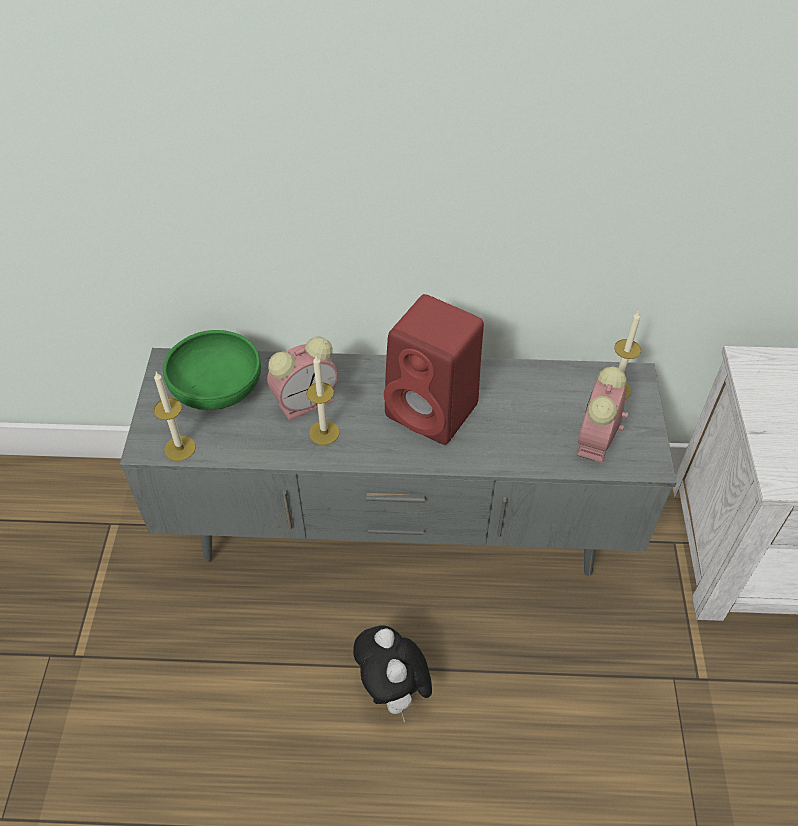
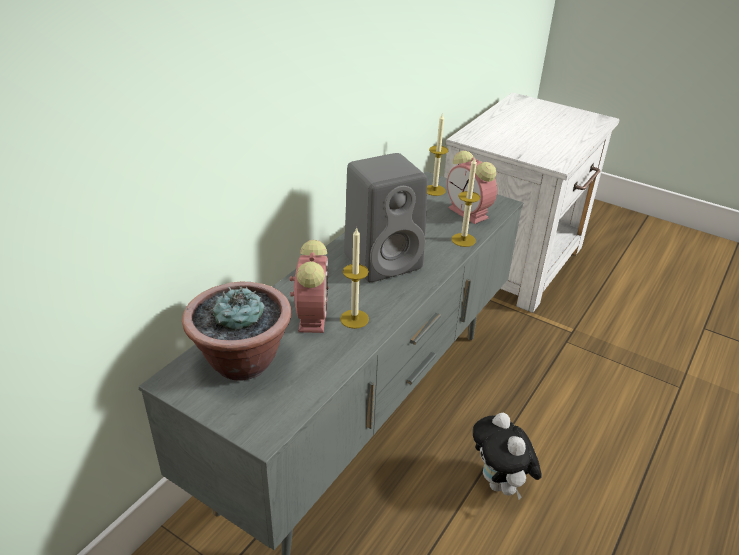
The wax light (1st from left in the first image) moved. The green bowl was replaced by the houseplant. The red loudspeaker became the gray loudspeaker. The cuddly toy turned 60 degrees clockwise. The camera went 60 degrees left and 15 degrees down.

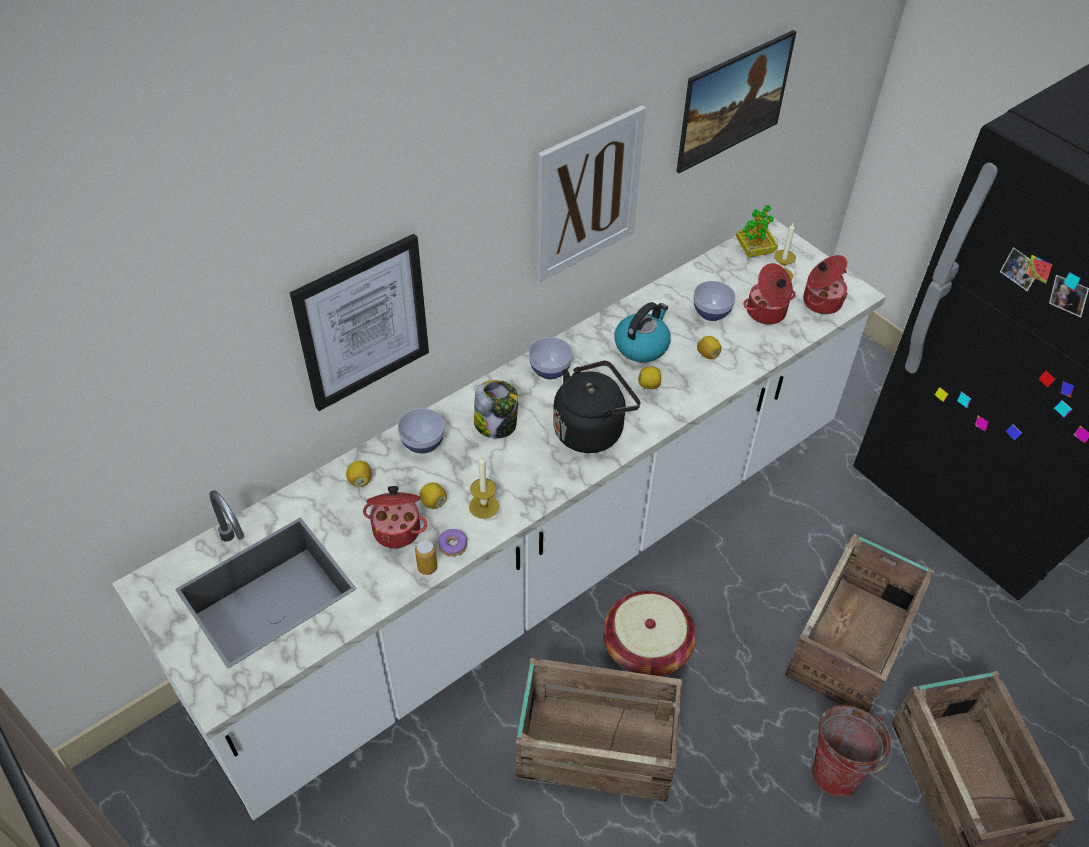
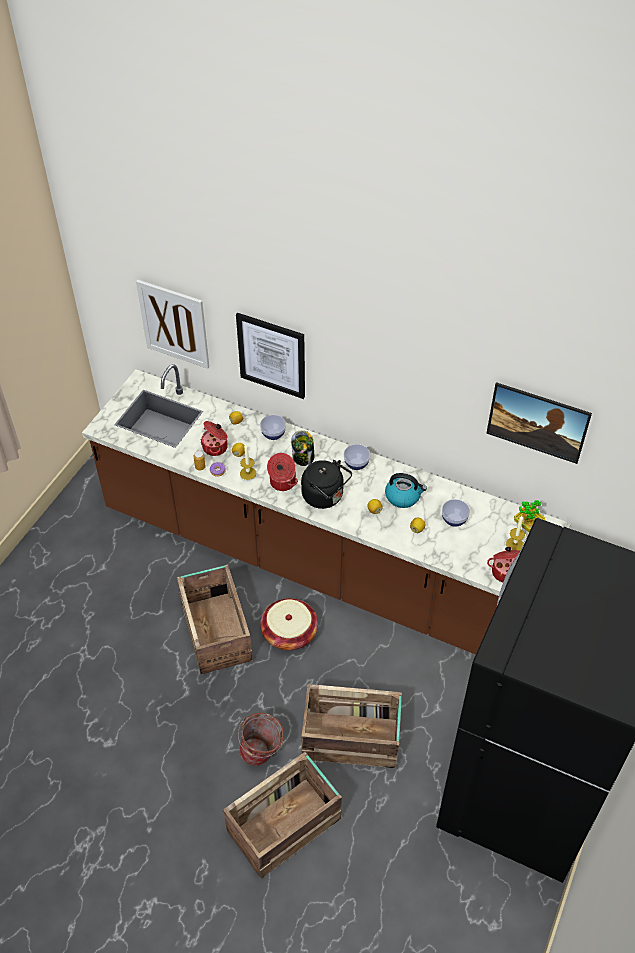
The wall art (2nd from left in the first image) moved. The cooking pot (2nd from left) moved. The white-coloured kitchen base unit became the brown kitchen base unit. The camera went 65 degrees right and 0 degrees up.

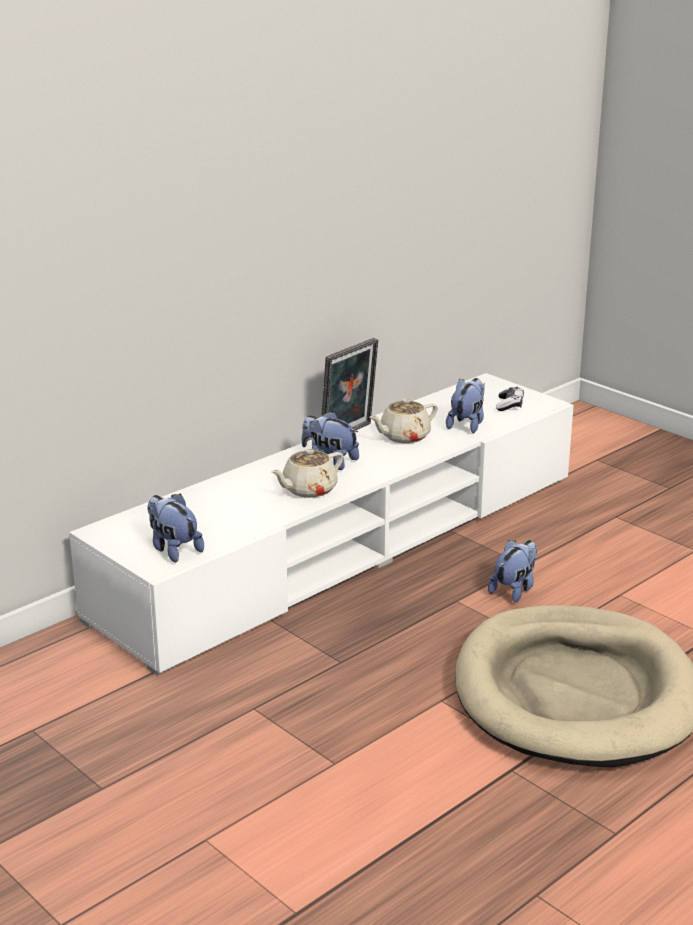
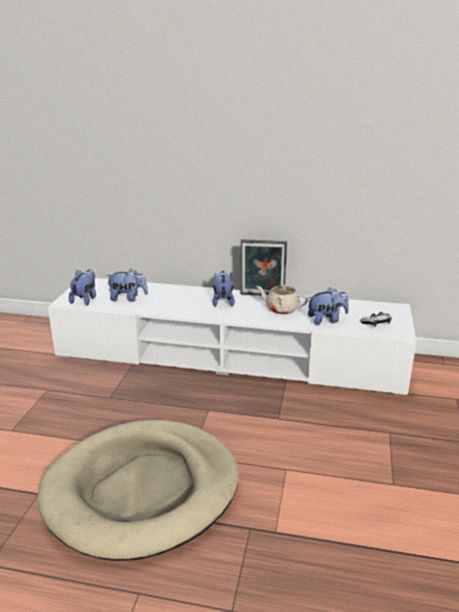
The sand-coloured pot for tea (1st from left) disappeared. The cuddly toy (4th from left in the first image) moved. The camera went 55 degrees right and 0 degrees up.

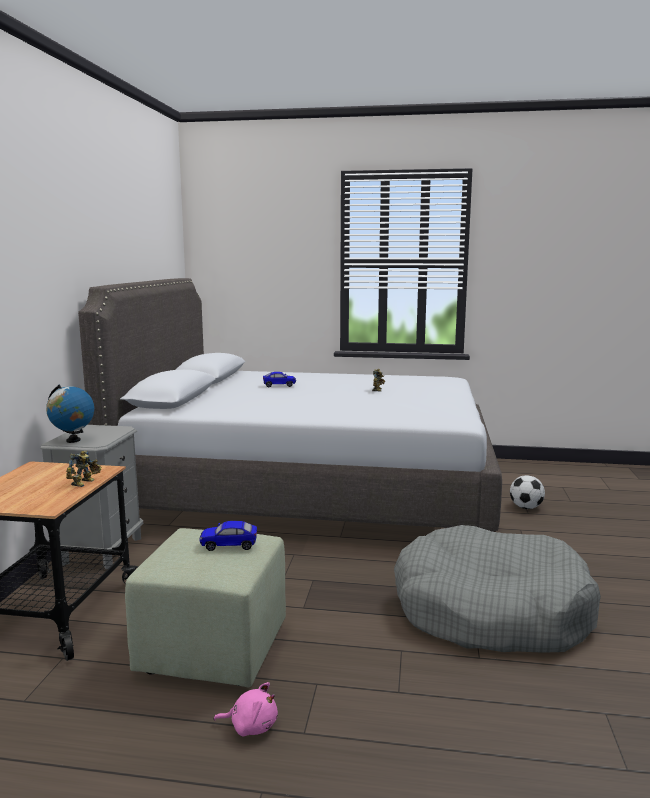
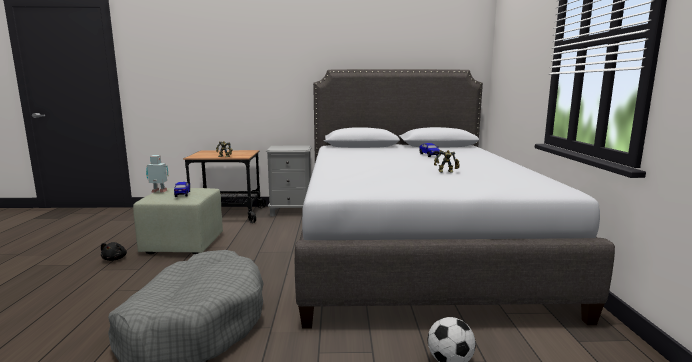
The desk globe disappeared. The model robot (1st from left) appeared. The pinkish cuddly toy became the blackish cuddly toy. The camera went 80 degrees right and 0 degrees up.

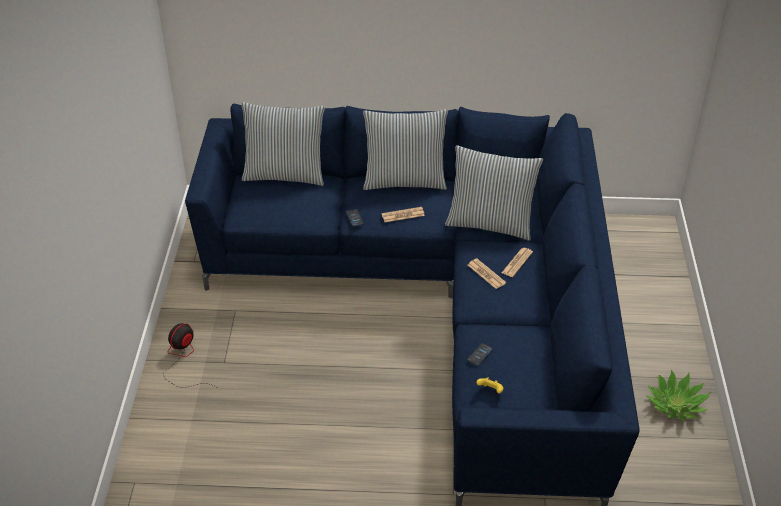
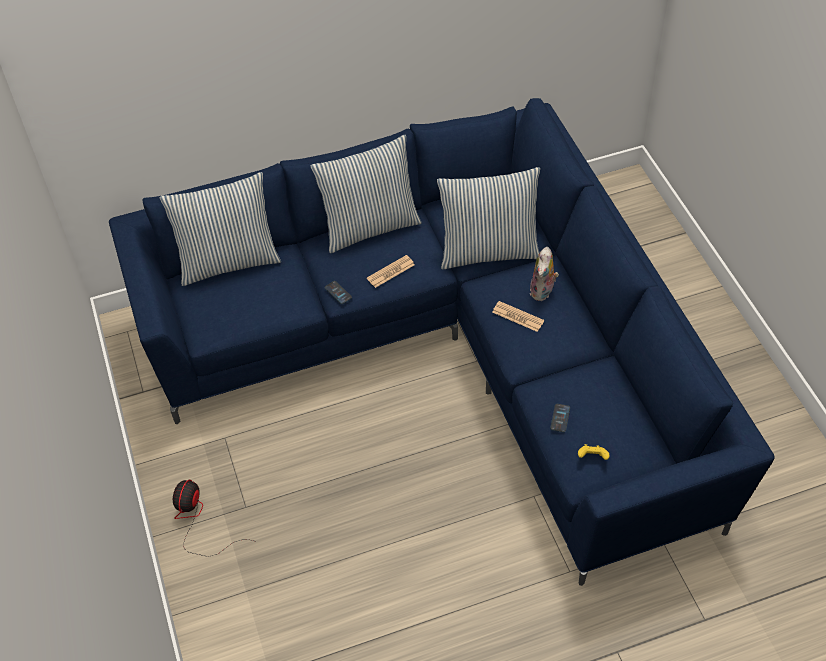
The houseplant disappeared. The daily paper (3rd from left) was replaced by the cuddly toy. The camera went 20 degrees left and 10 degrees up.

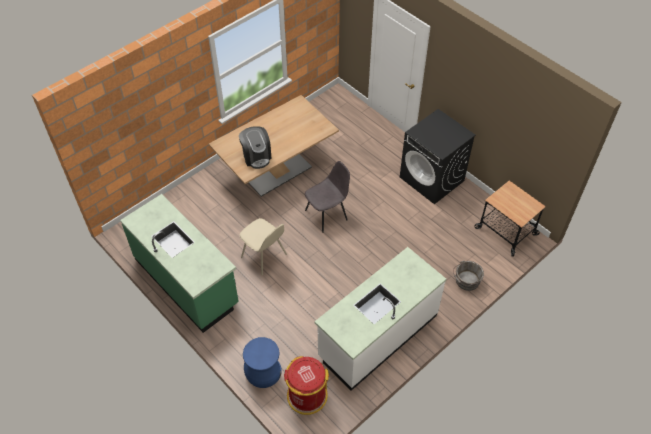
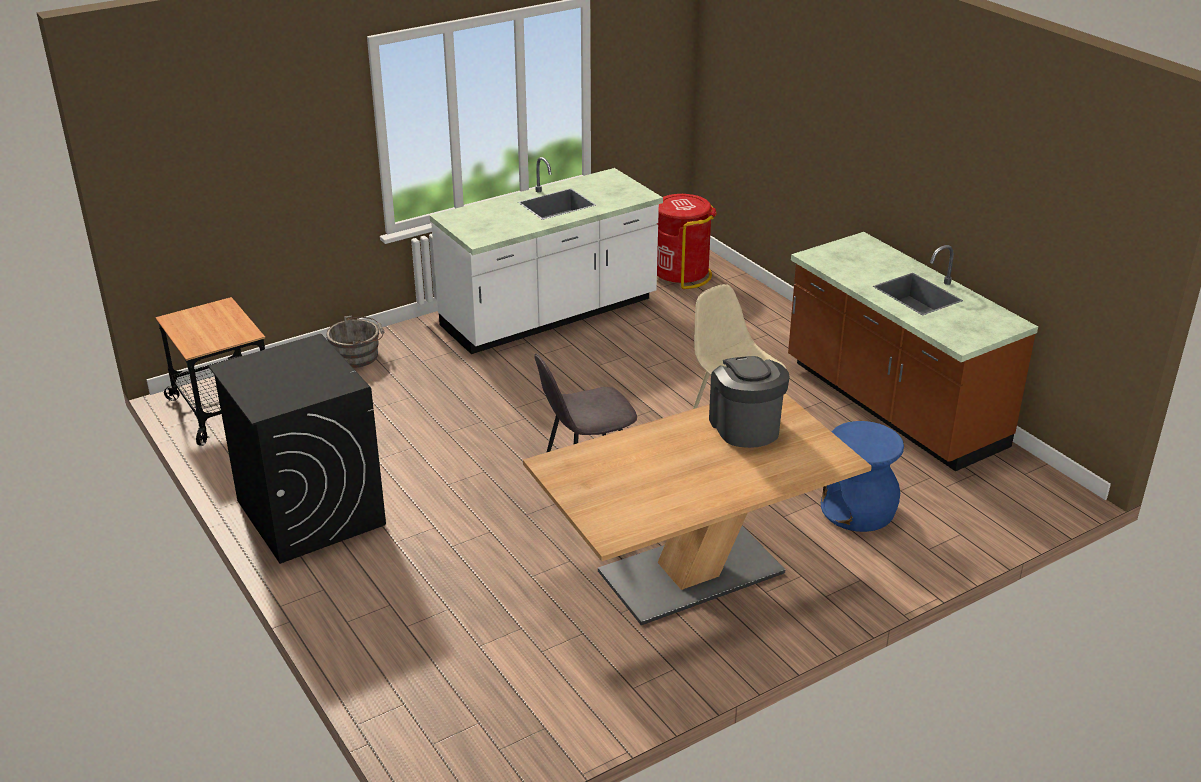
The bluish stool moved. The green kitchen base unit became the brown kitchen base unit. The camera went 170 degrees left and 20 degrees down.

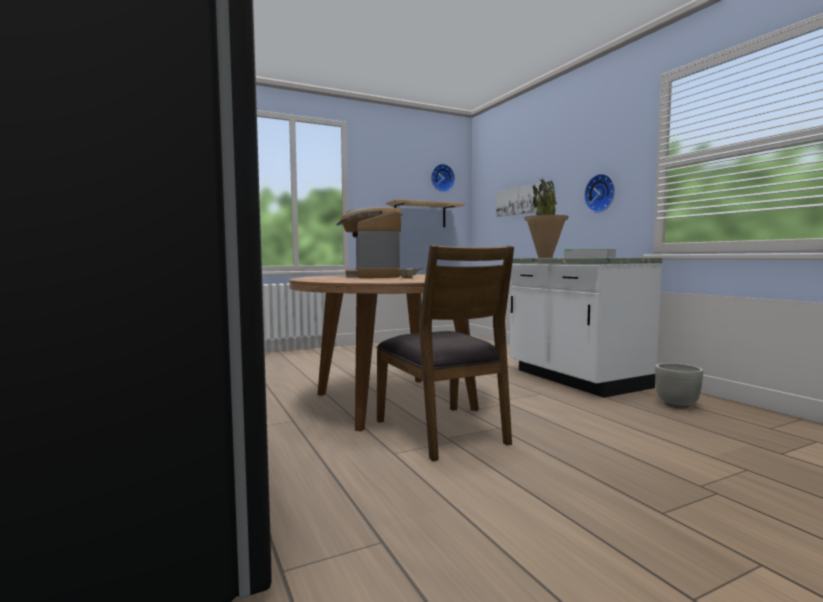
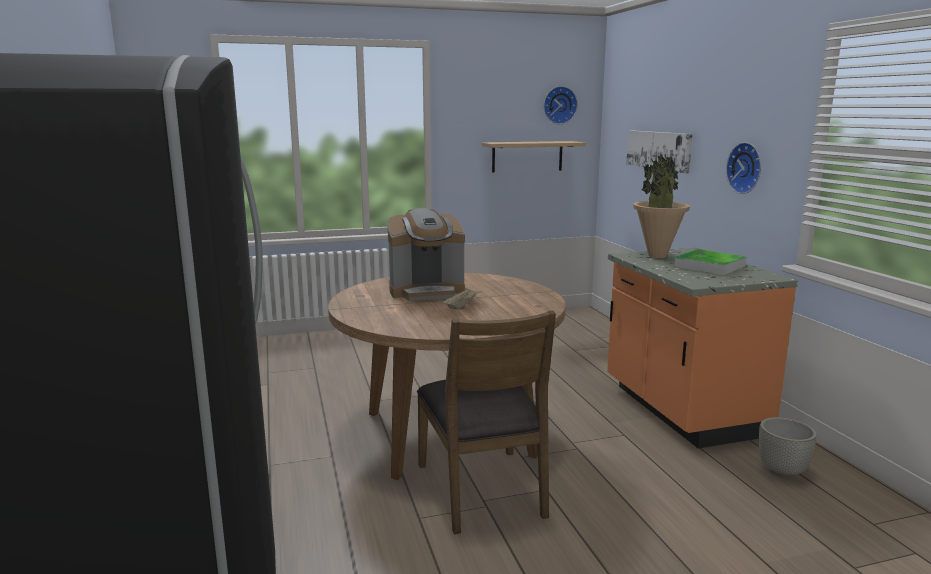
The white-coloured kitchen base unit became the orange-coloured kitchen base unit. The coffee machine turned 105 degrees counterclockwise. The camera went 10 degrees right and 10 degrees up.

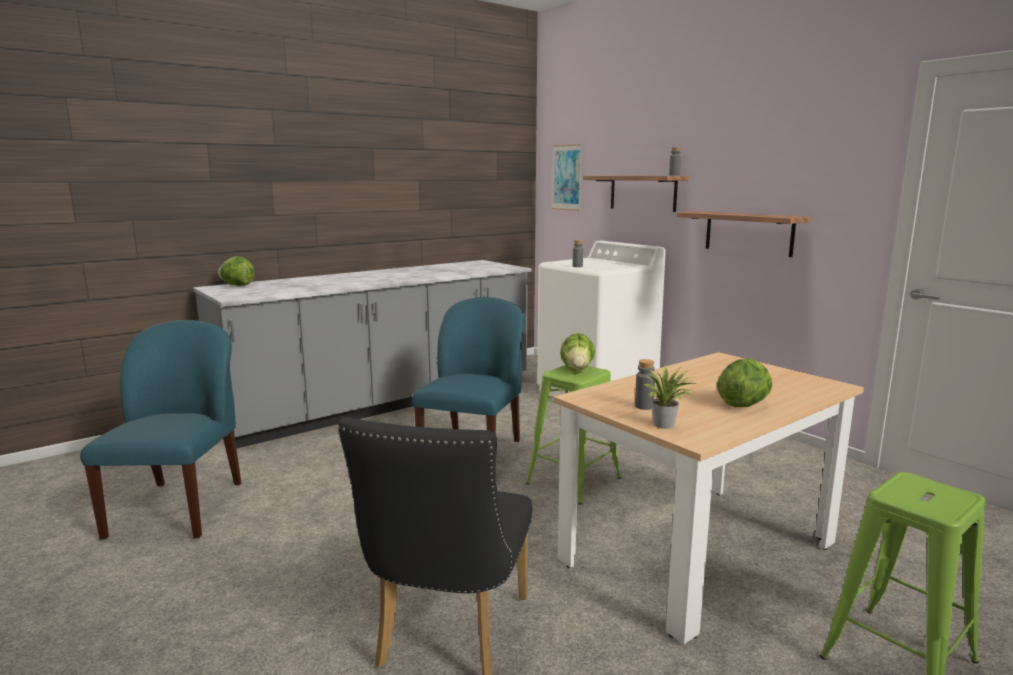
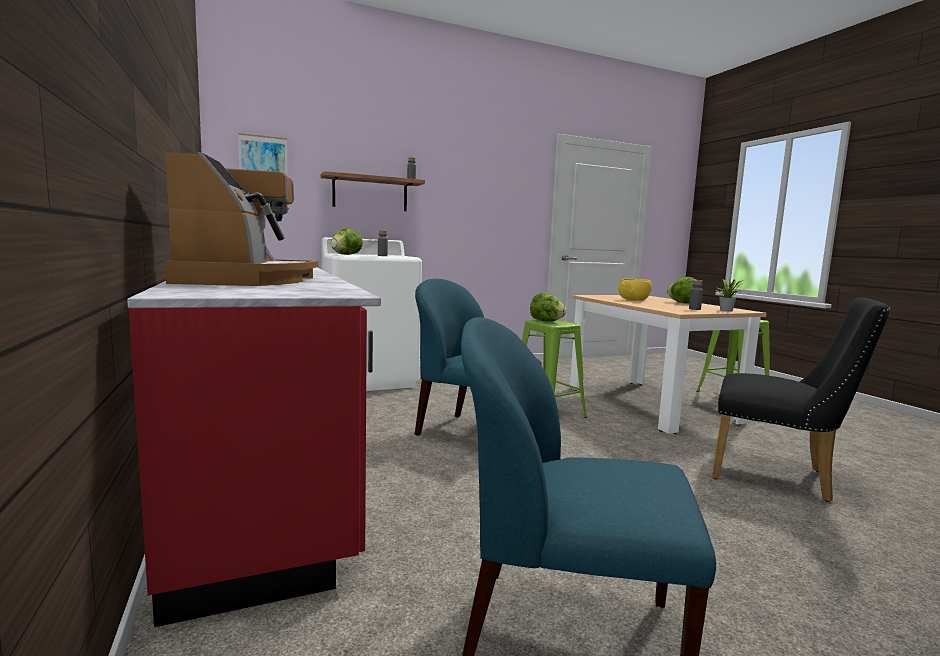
The shelf (2nd from left) disappeared. The coffee machine appeared. The yellowish bowl appeared. The lettuce (1st from left) moved. The gray kitchen base unit became the red kitchen base unit. The camera went 75 degrees left and 5 degrees down.

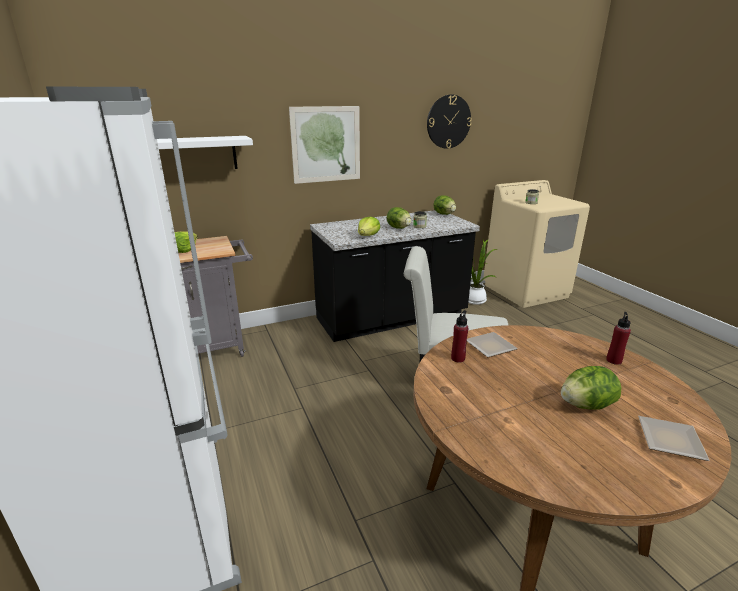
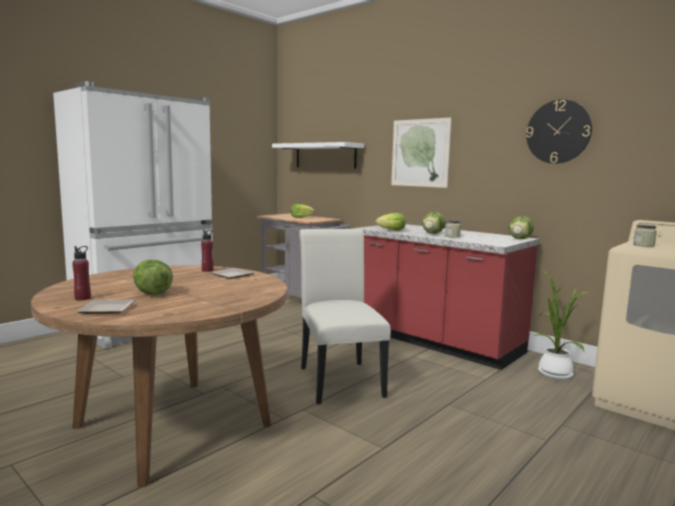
The red beverage bottle (2nd from left in the first image) moved. The blackish kitchen base unit became the red kitchen base unit. The camera went 65 degrees right and 15 degrees down.

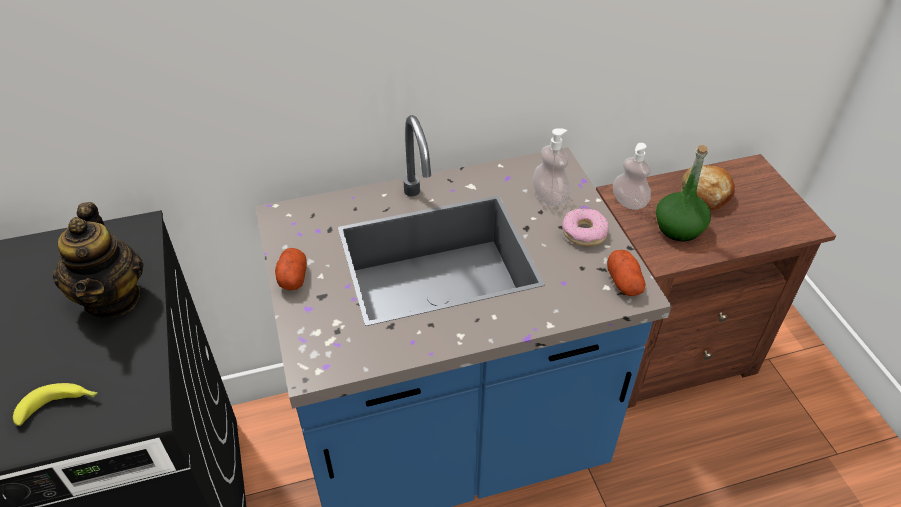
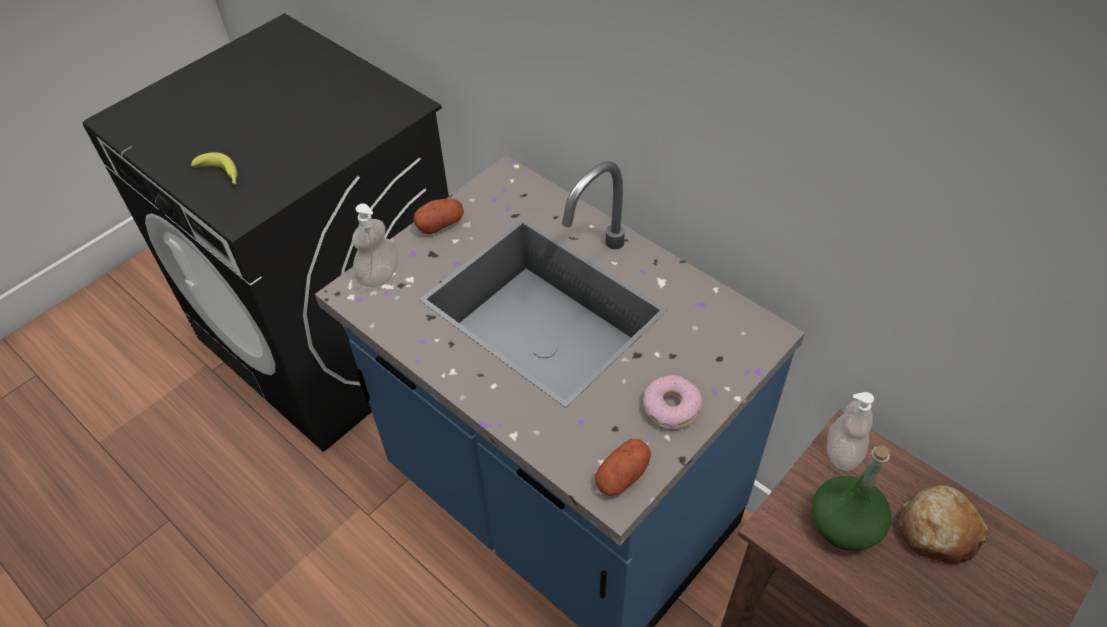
The pot for tea disappeared. The soap dispenser (1st from left) moved. The camera went 60 degrees right and 5 degrees up.

